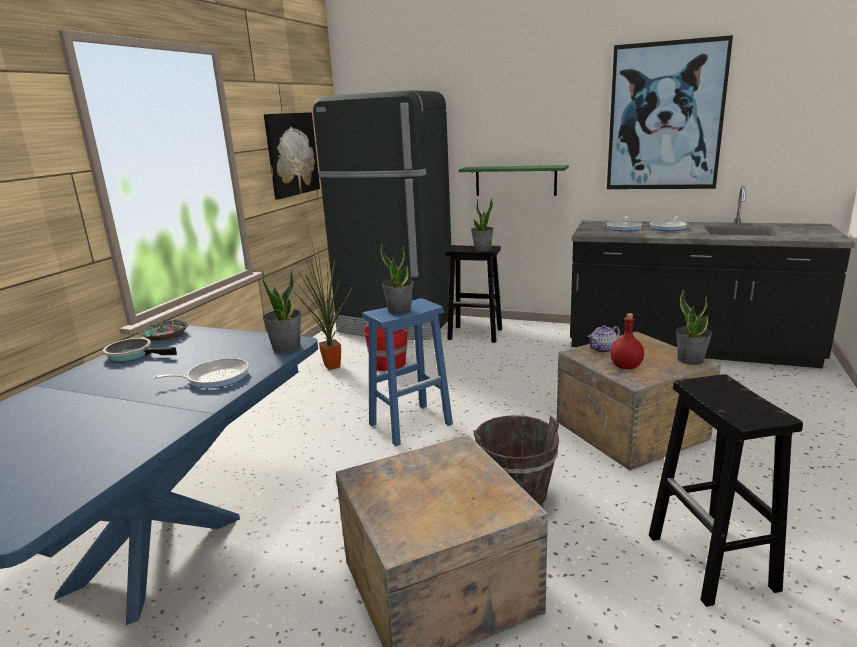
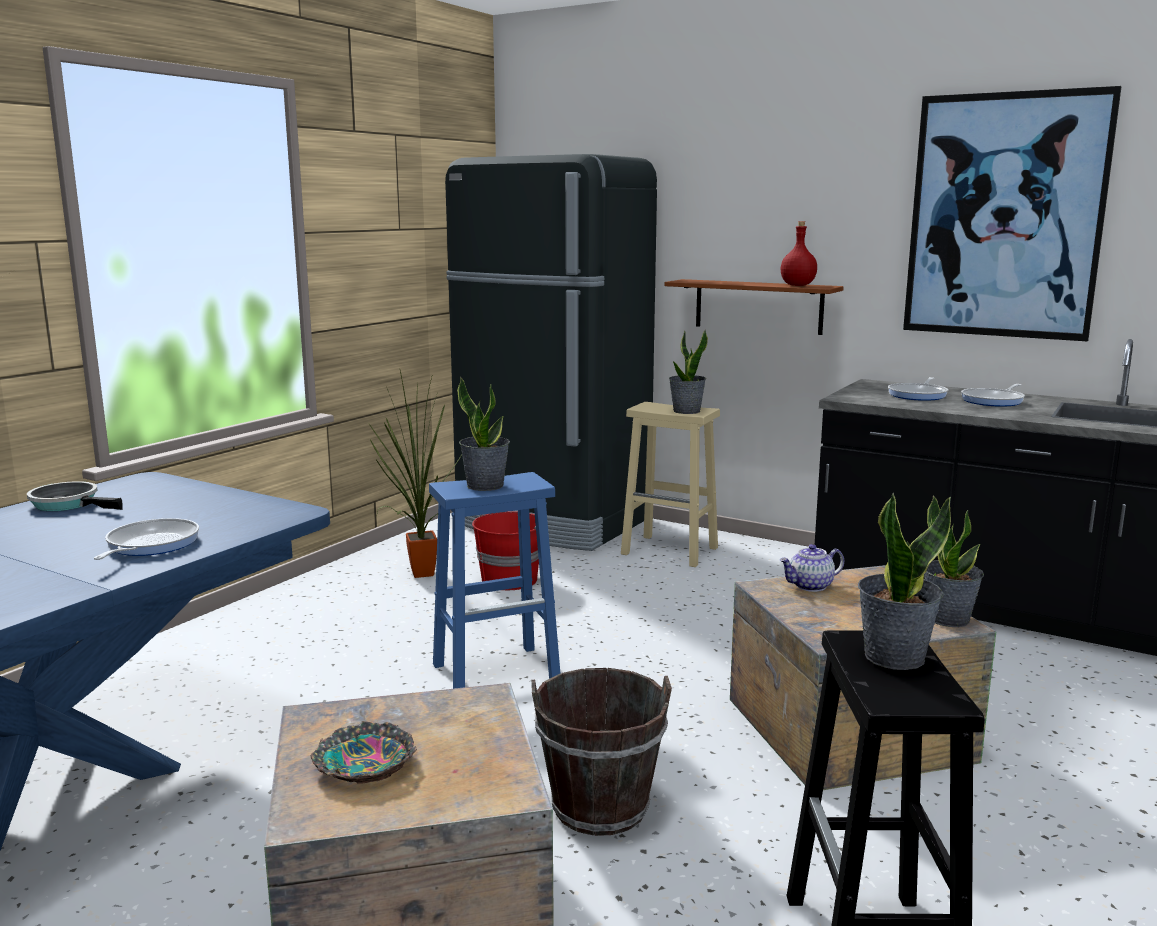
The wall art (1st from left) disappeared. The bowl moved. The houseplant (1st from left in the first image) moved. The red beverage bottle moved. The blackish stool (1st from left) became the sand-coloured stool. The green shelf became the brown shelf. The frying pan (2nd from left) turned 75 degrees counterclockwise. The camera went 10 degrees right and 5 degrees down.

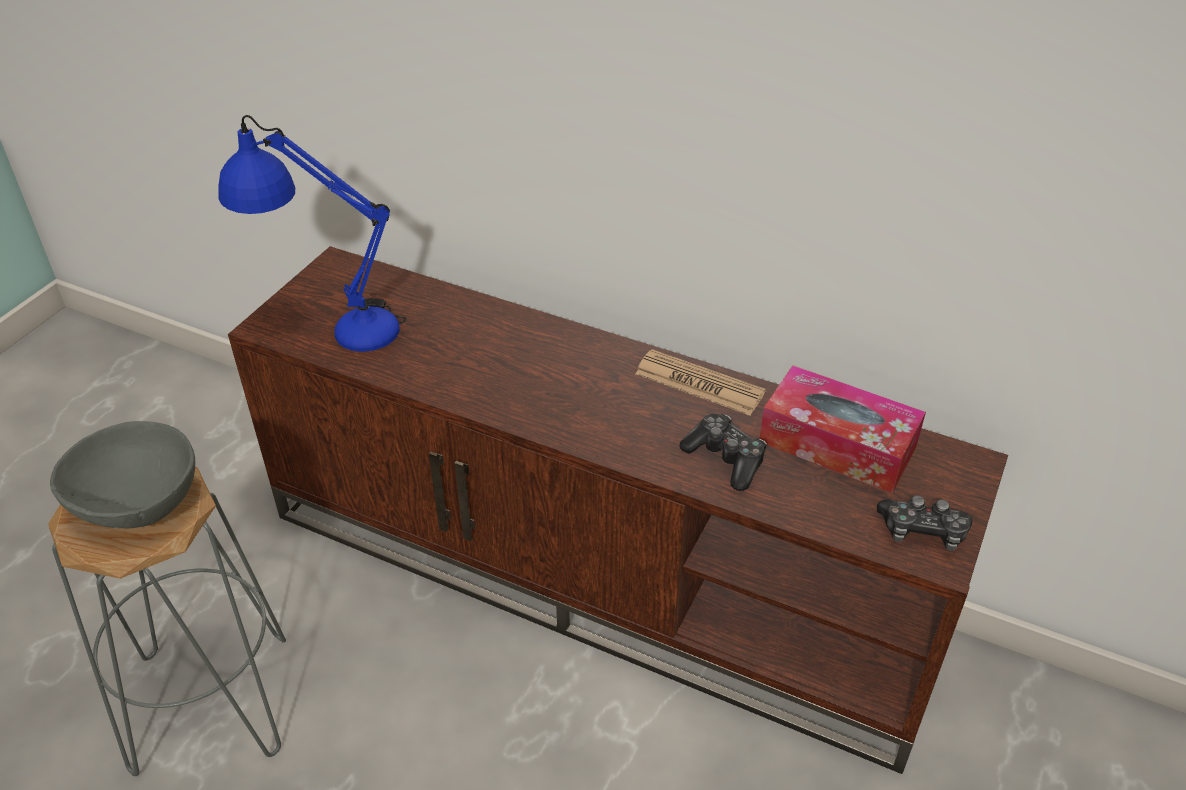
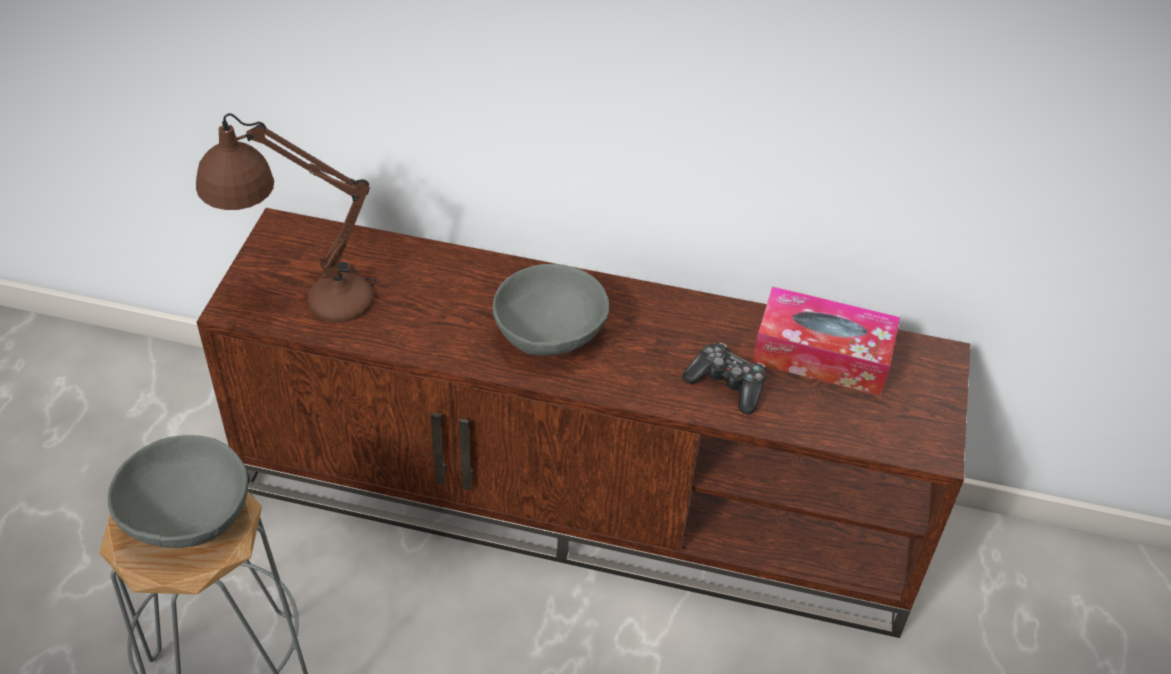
The daily paper disappeared. The gamepad (2nd from left) disappeared. The gray bowl (2nd from left) appeared. The bluish lamp for a table became the brown lamp for a table. The camera went 15 degrees left and 5 degrees up.

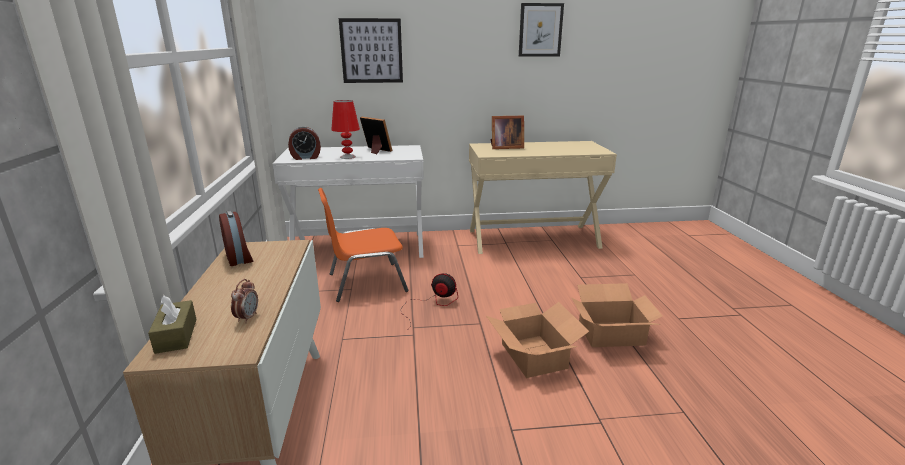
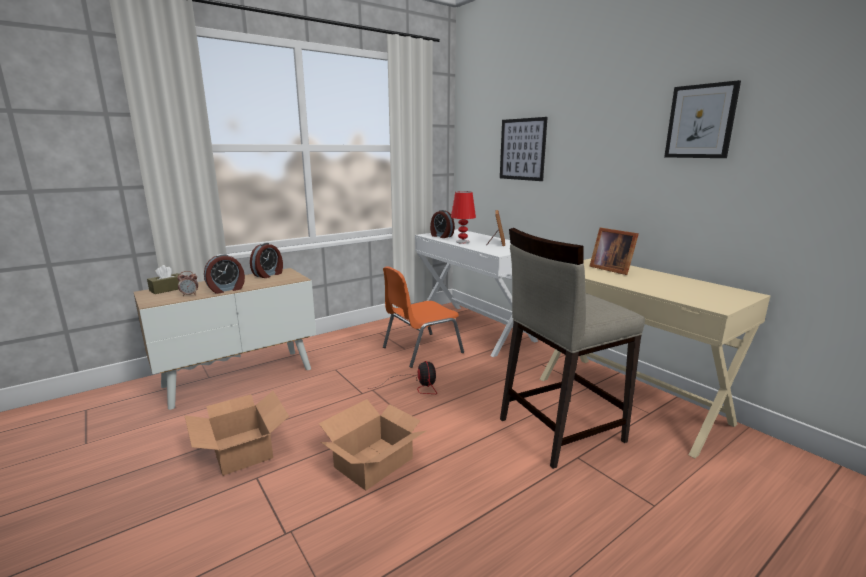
The alarm clock (2nd from left) appeared. The sand-coloured stool appeared. The cardboard box (2nd from left in the first image) moved. The orange-coloured upright chair turned 75 degrees counterclockwise. The camera went 60 degrees right and 5 degrees down.

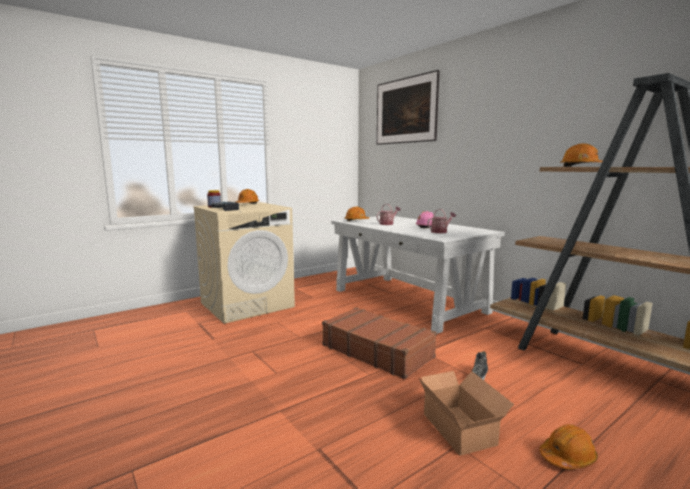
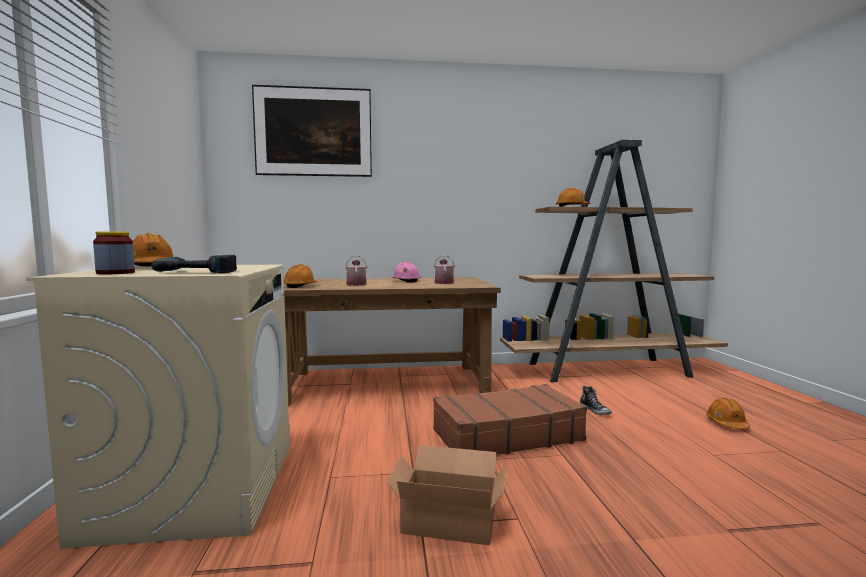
The cardboard box moved. The white-coloured desk unit became the brown desk unit. The camera went 60 degrees left and 5 degrees down.

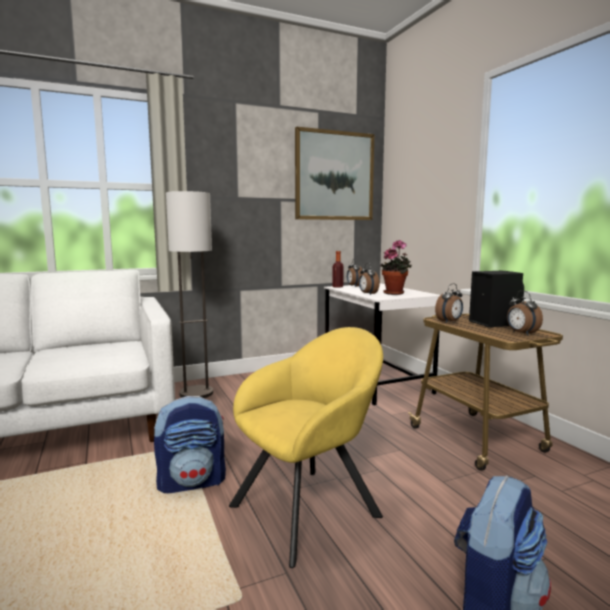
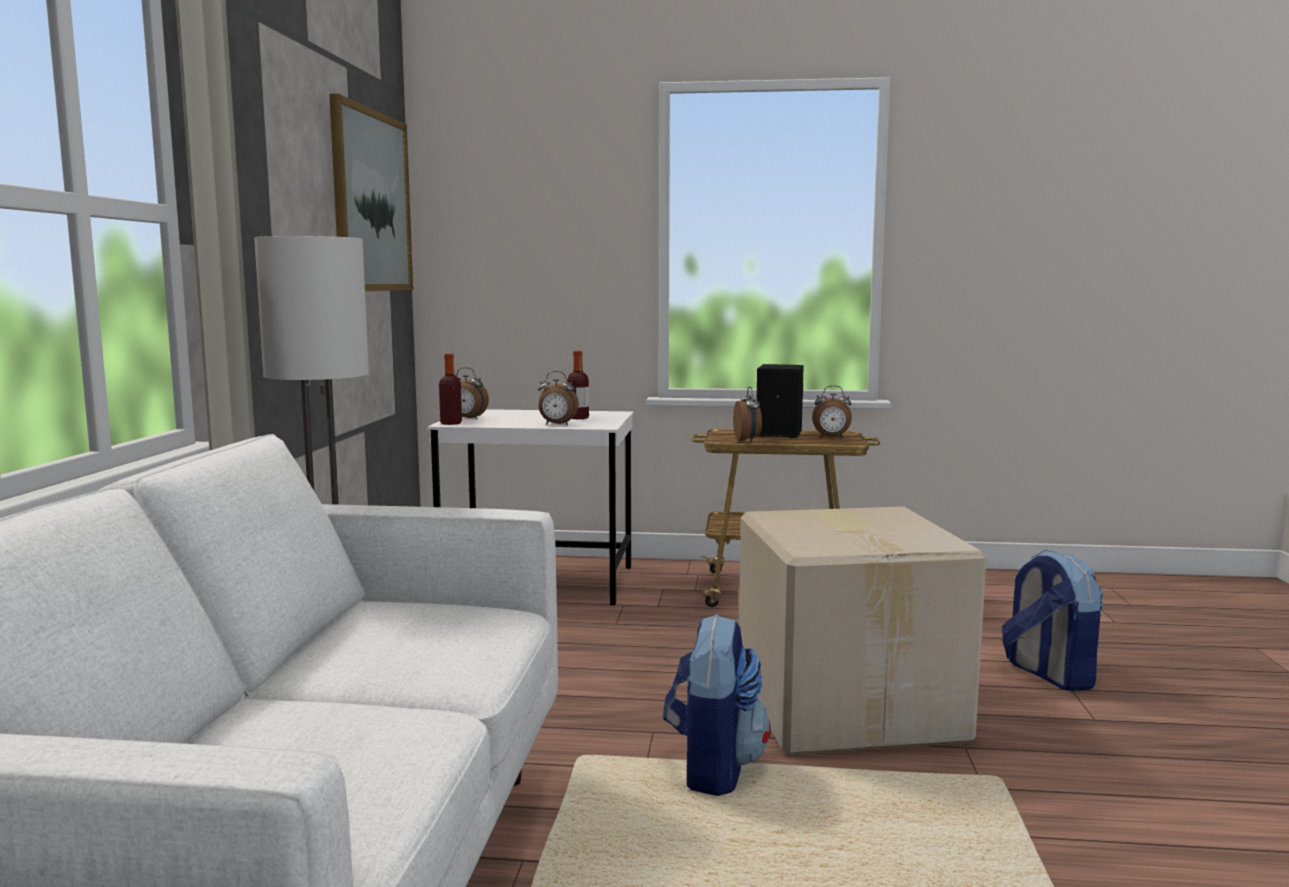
The yellowish armchair was replaced by the cardboard box. The houseplant was replaced by the beverage bottle (2nd from left). The camera went 60 degrees left and 0 degrees up.

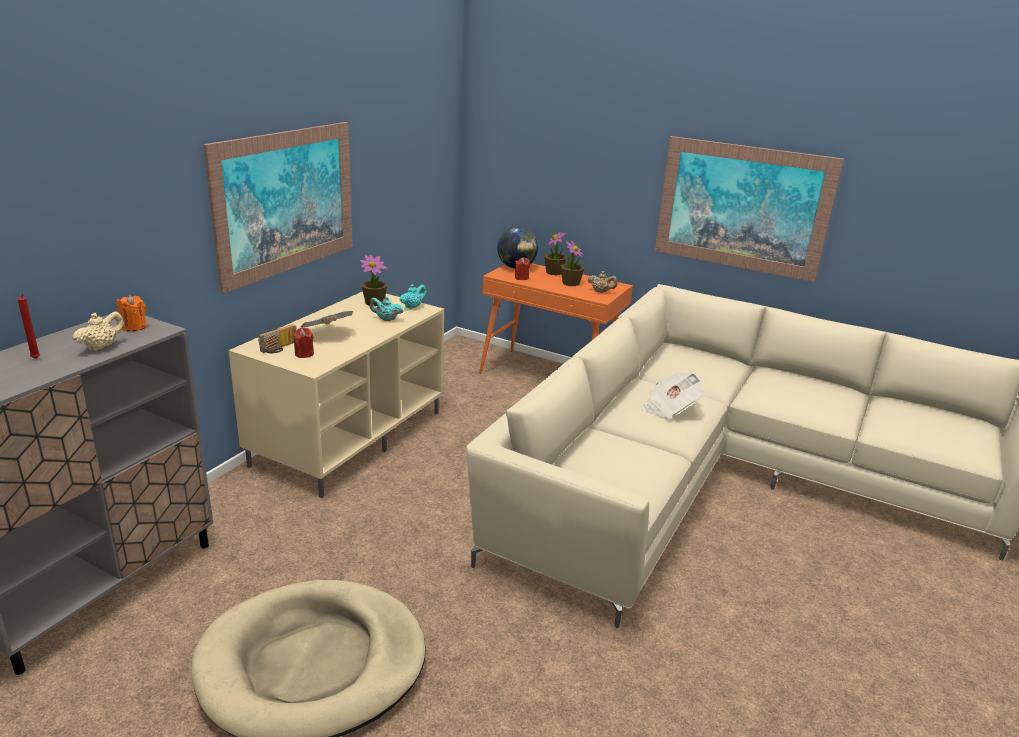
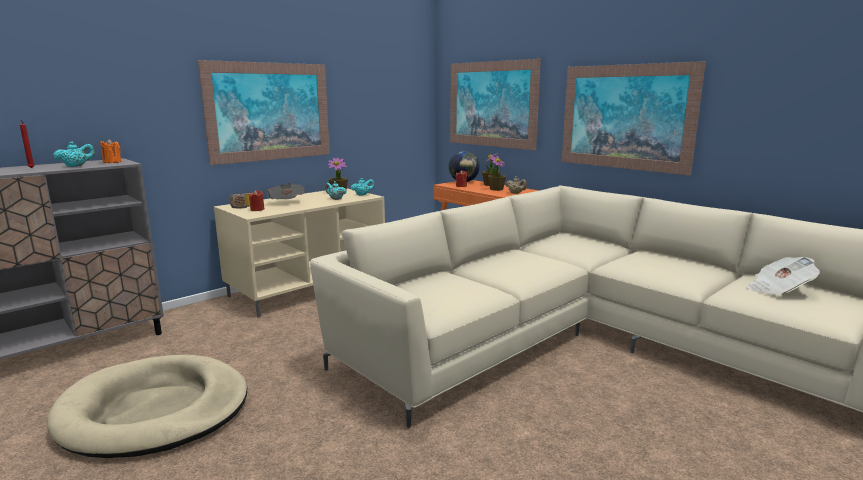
The wall art (2nd from left) appeared. The daily paper (2nd from left) moved. The sand-coloured pot for tea (1st from left) became the blue-green pot for tea (1st from left). The camera went 20 degrees right and 10 degrees down.

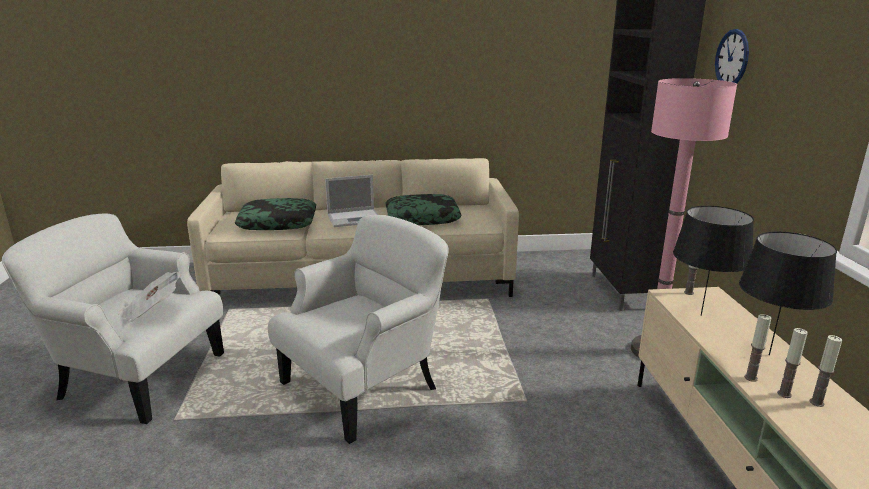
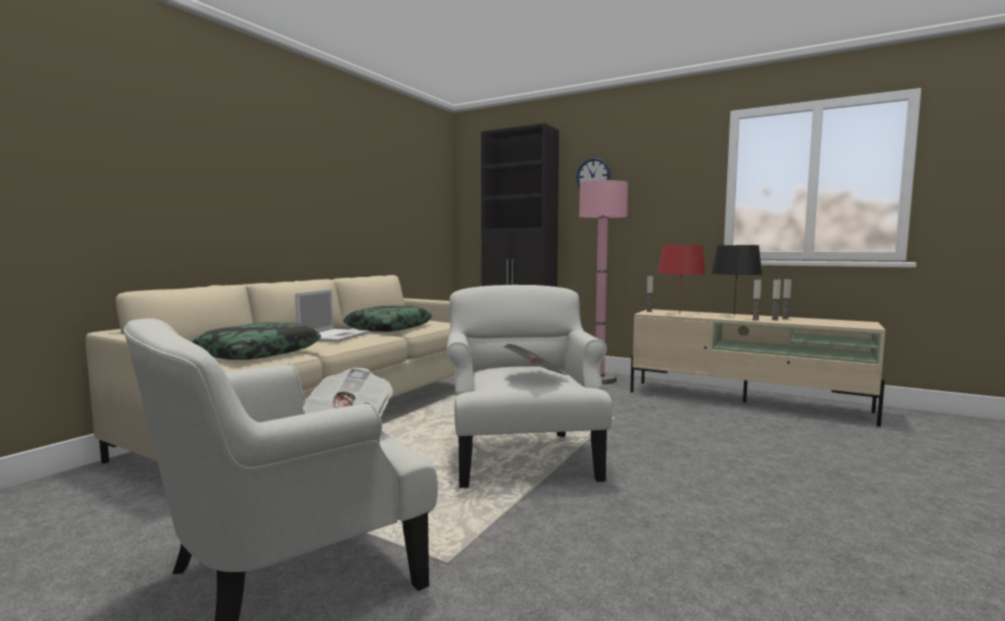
The daily paper (2nd from left) appeared. The blackish lamp for a table (1st from left) became the red lamp for a table. The camera went 55 degrees left and 15 degrees down.

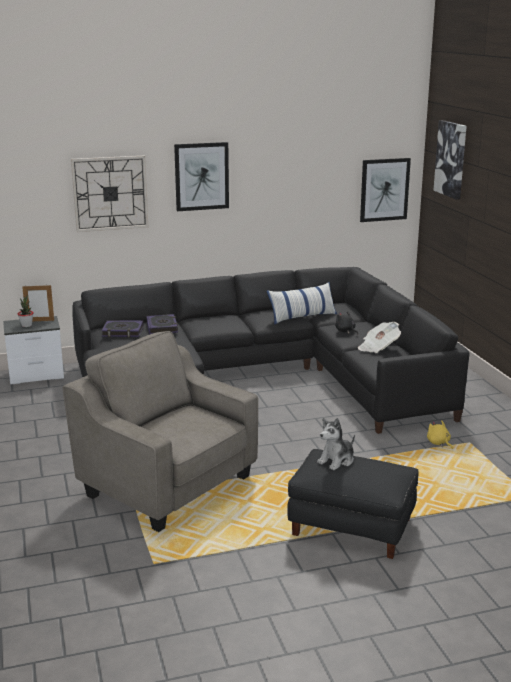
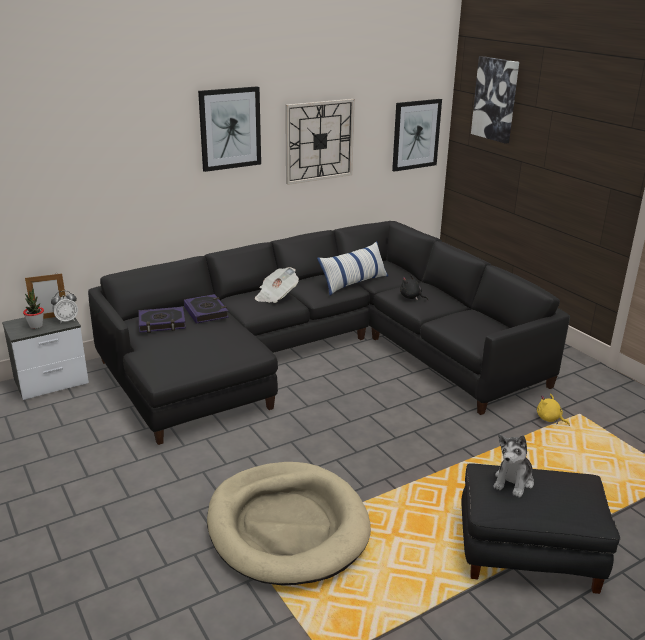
The alarm clock appeared. The wall clock moved. The daily paper moved. The gray armchair was replaced by the sand-coloured dog bed. The camera went 15 degrees left and 5 degrees up.

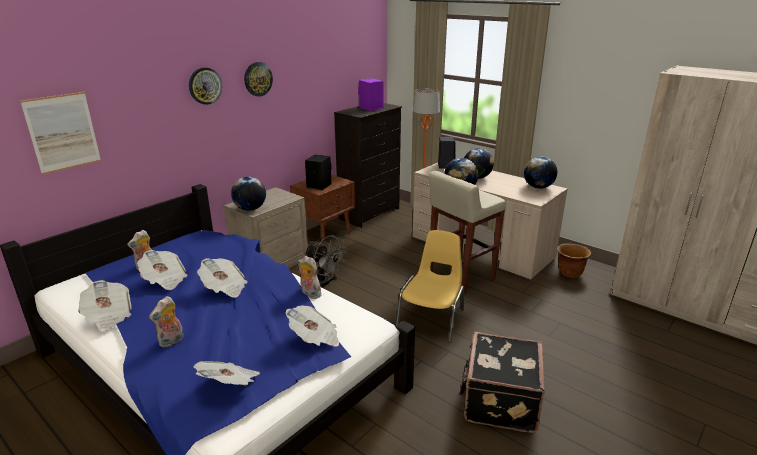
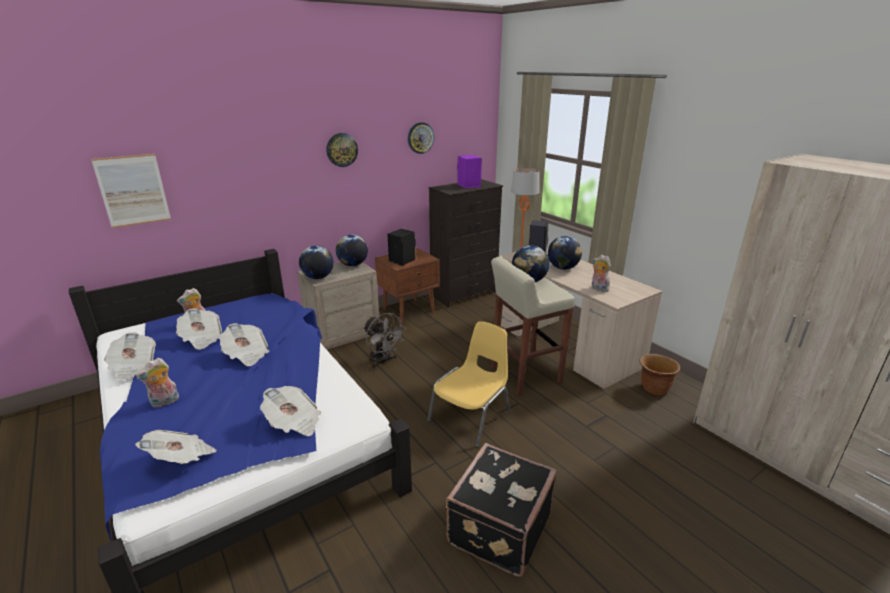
The wall clock (1st from left in the first image) moved. The cuddly toy (3rd from left) moved. The desk globe (4th from left in the first image) moved. The camera went 15 degrees right and 0 degrees up.

